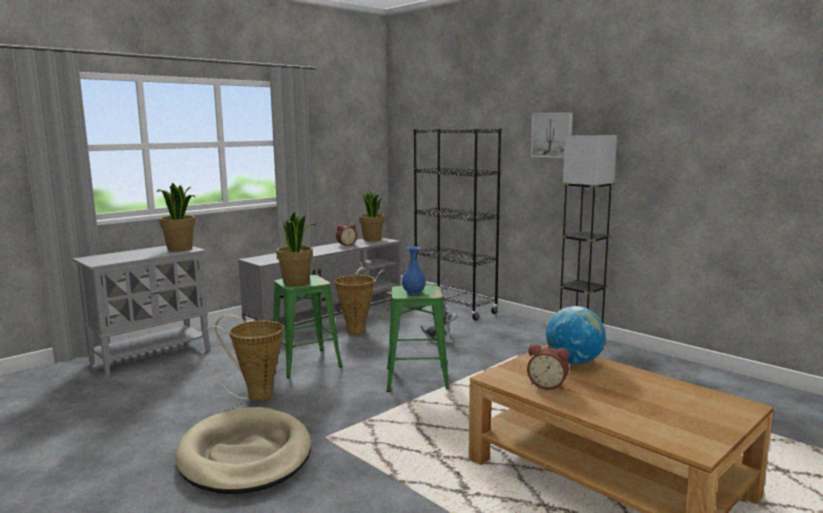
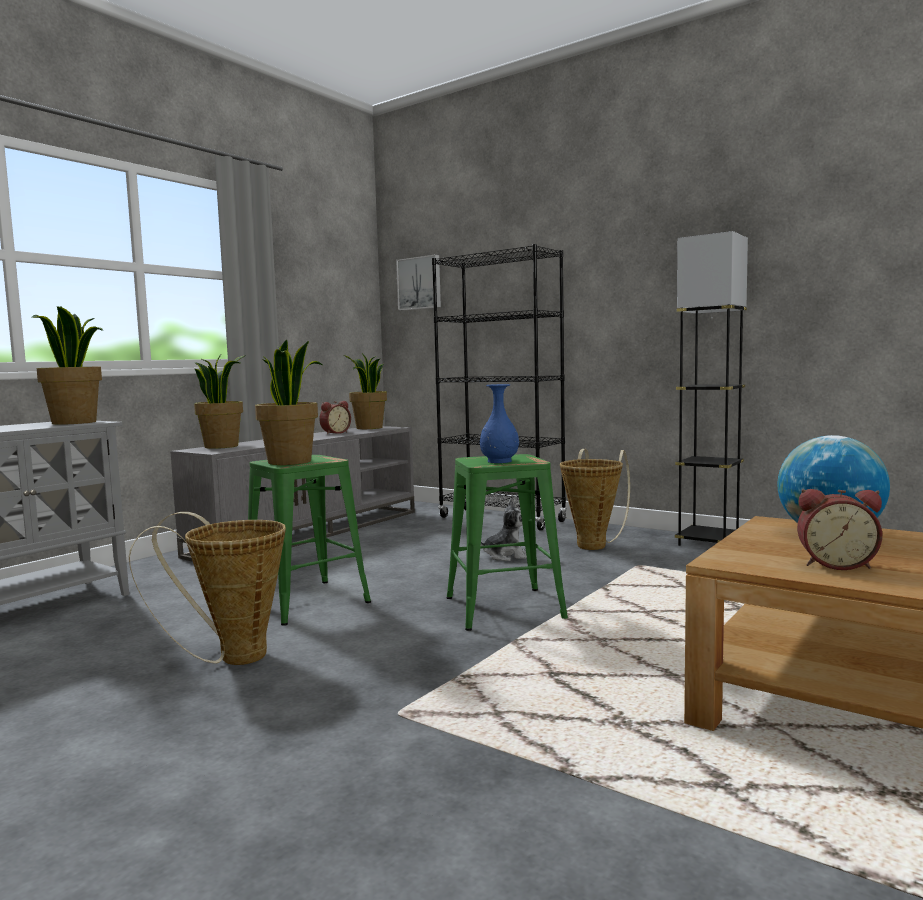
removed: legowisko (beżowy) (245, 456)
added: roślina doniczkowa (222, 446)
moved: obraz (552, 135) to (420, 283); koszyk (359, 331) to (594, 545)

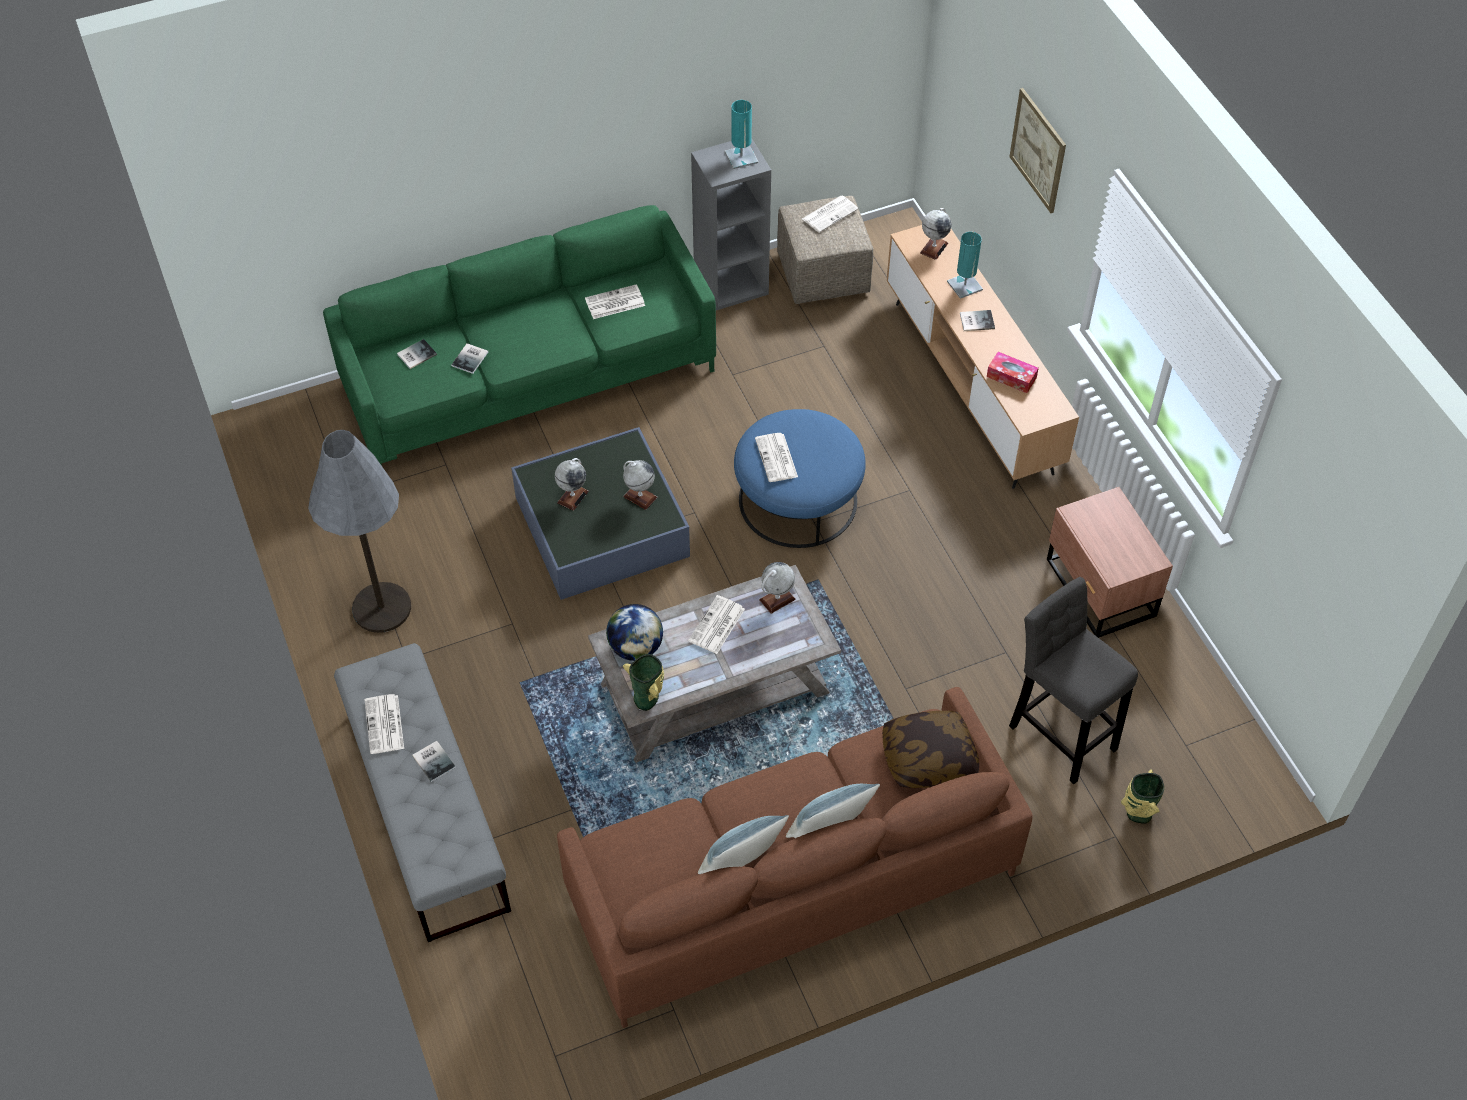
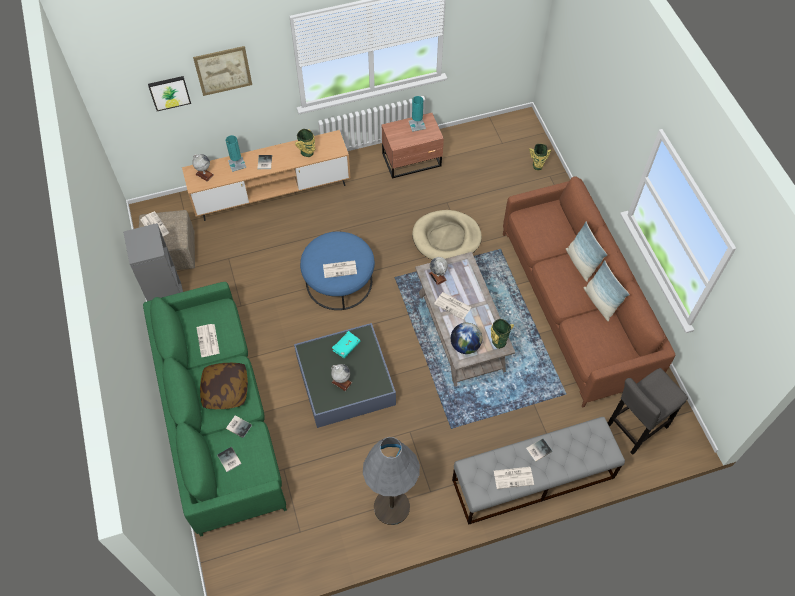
added: obraz (169, 92); legowisko (beżowy) (446, 238)
moved: lampa stołowa (turkusowy) (741, 157) to (417, 125); stołek (szary) (1059, 732) to (635, 428); poduszka (928, 758) to (225, 390)
replaced: pudełko chusteczek (1011, 377) to wazon (307, 153); globus (640, 497) to książka (turkusowy) (346, 346)

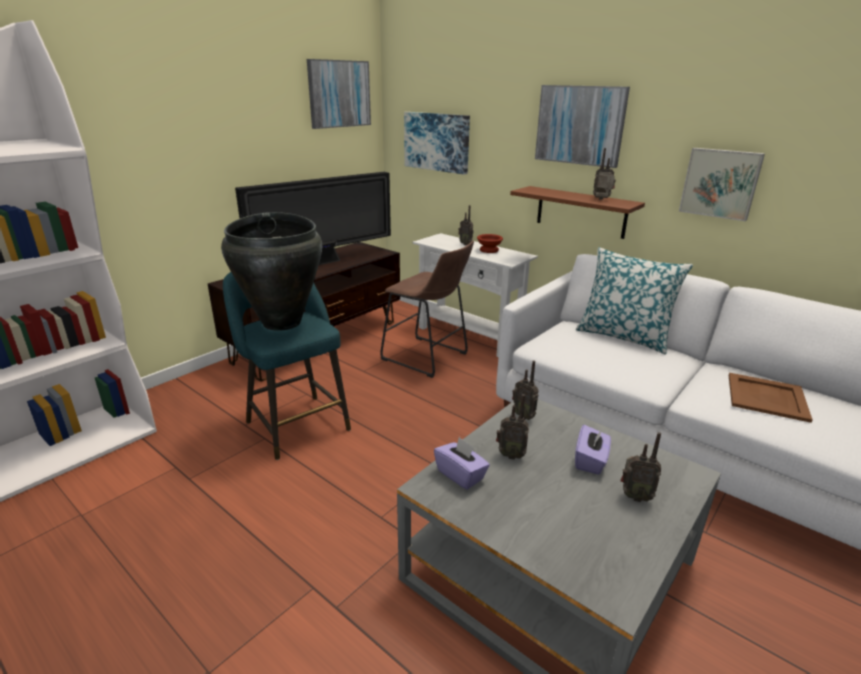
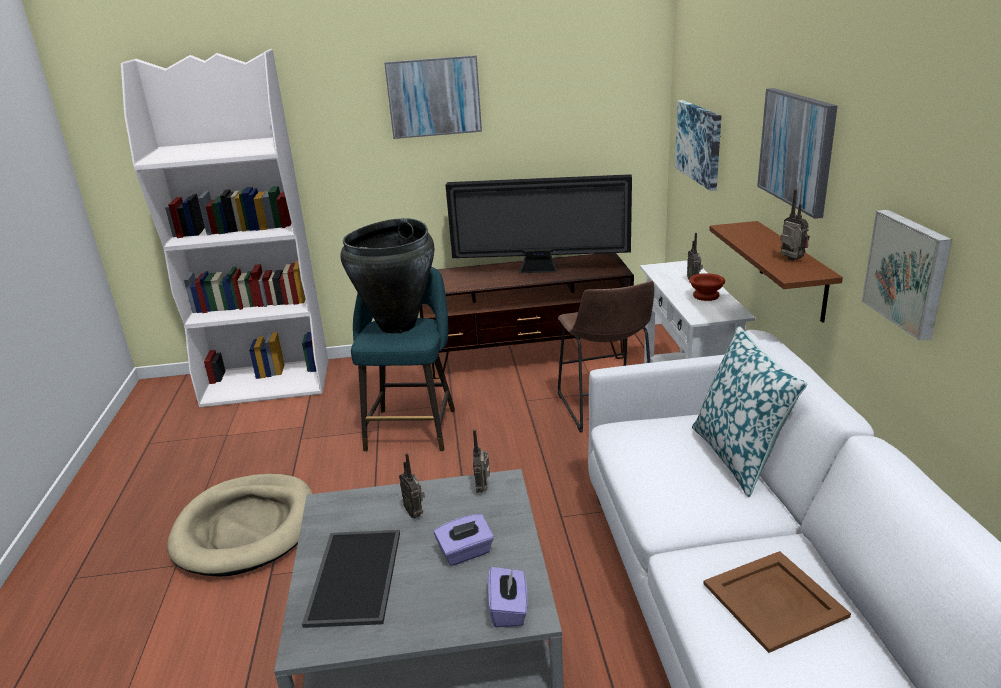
removed: radio (634, 496)
added: legowisko (beżowy) (246, 528); taca (353, 576)
moved: obraz (339, 94) to (434, 97); pudełko chusteczek (fioletowy) (461, 475) to (509, 609)

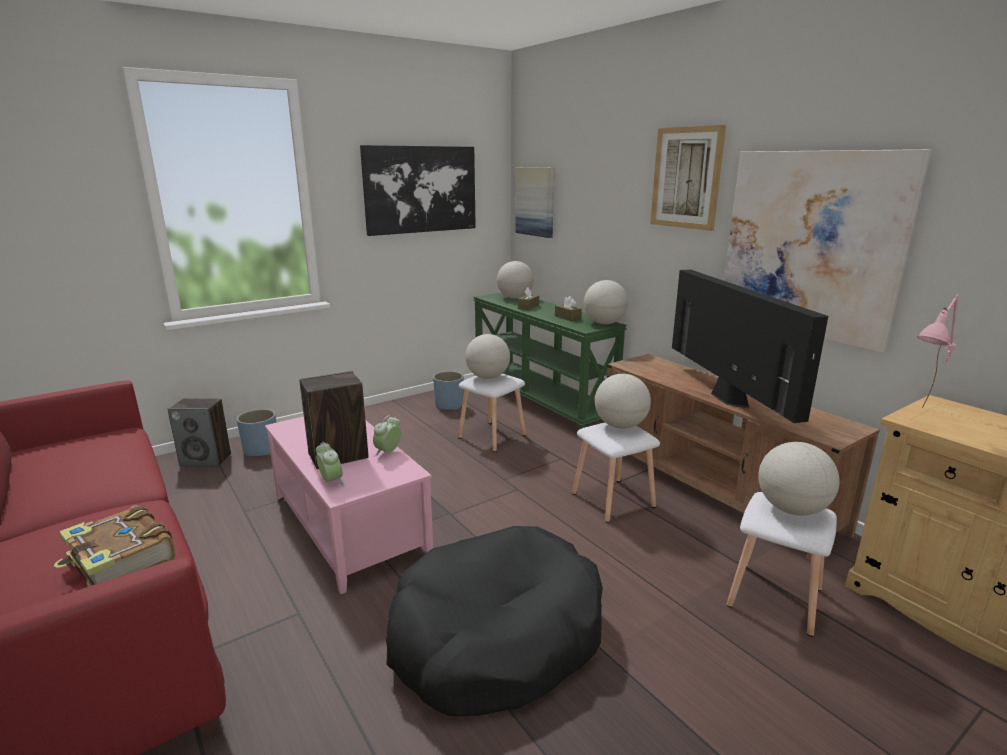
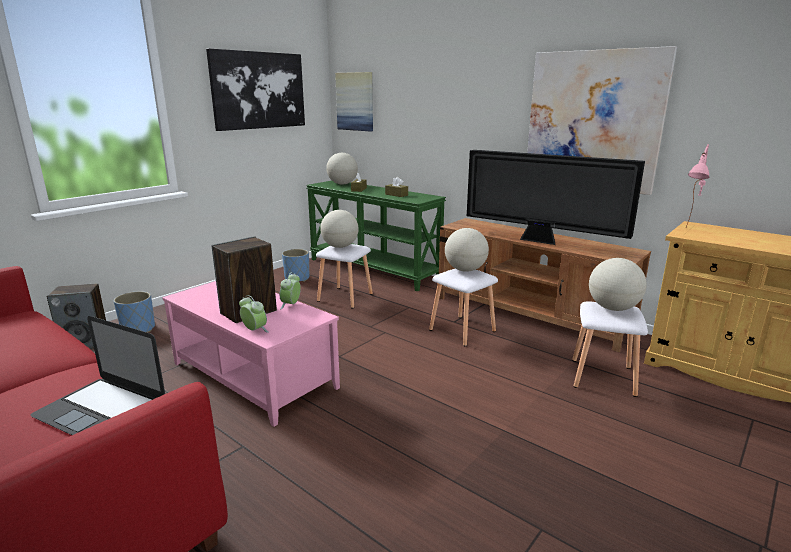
removed: obraz (686, 178); globus (604, 323); legowisko (czarny) (496, 637)
replaced: książka (121, 562) to laptop (101, 409)
turned: telewizor (727, 398) = (541, 241) 150 degrees clockwise

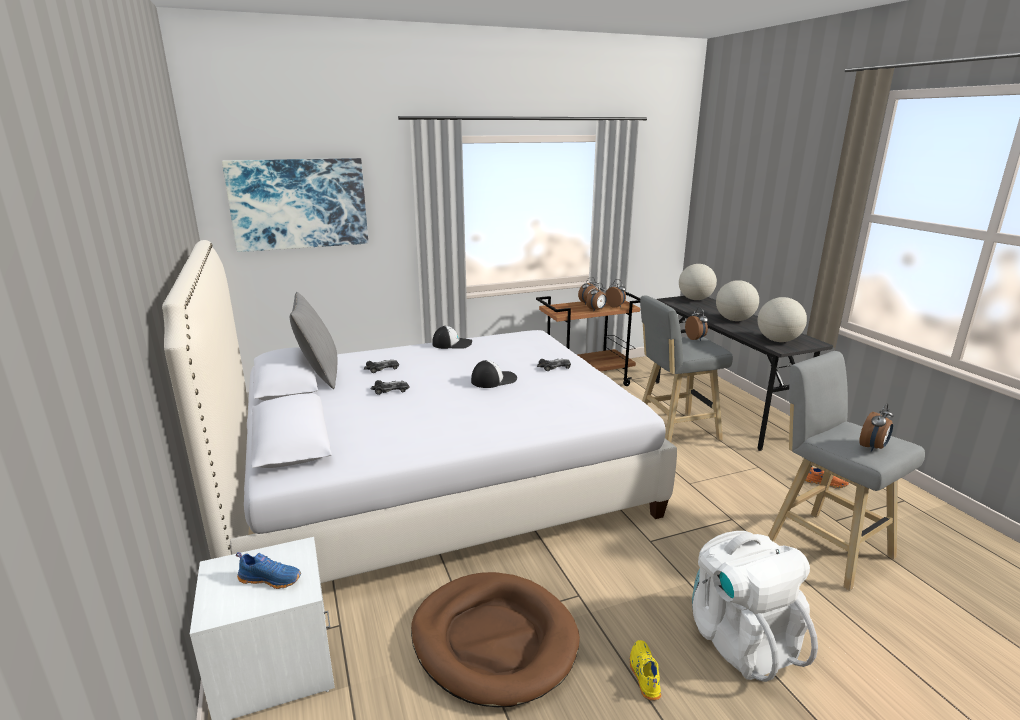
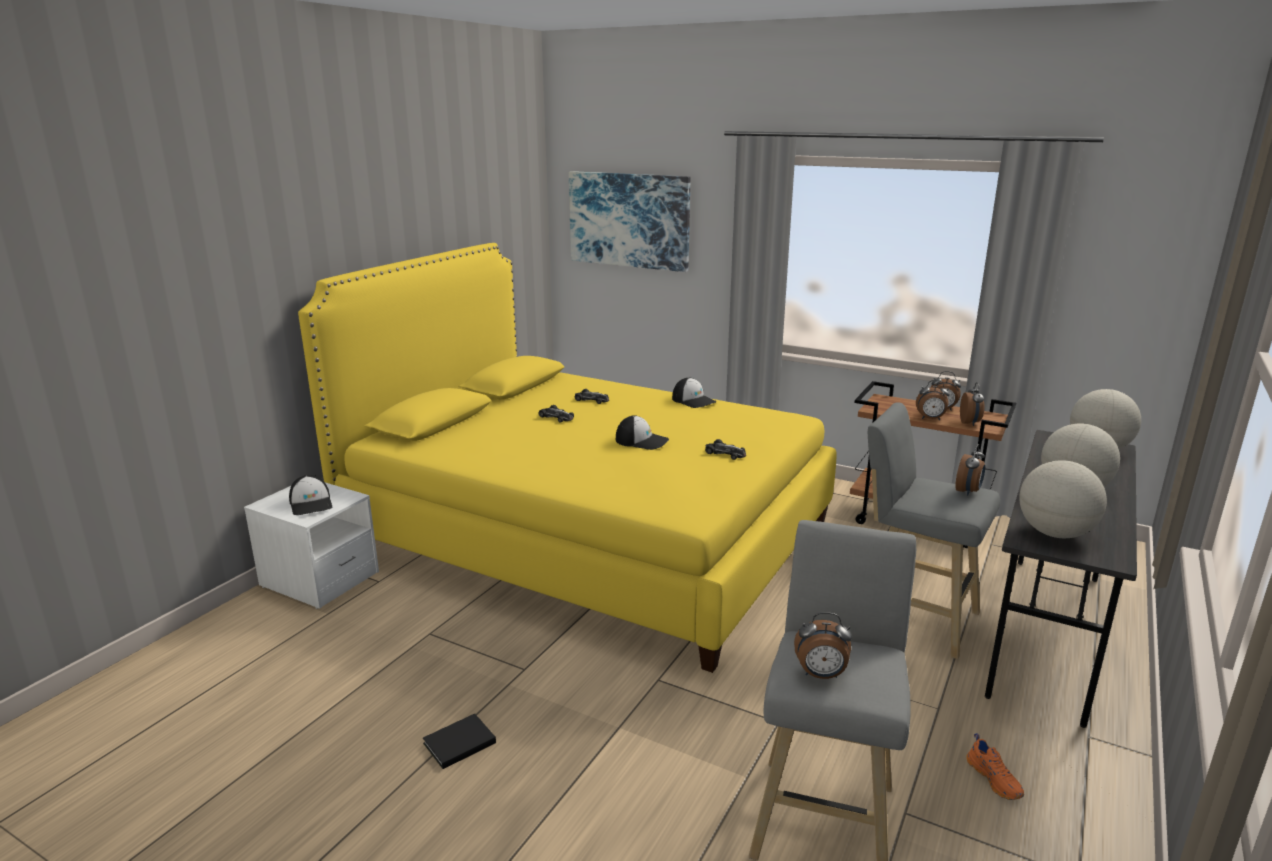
removed: poduszka (szary) (319, 374); plecak (biały) (740, 639); legowisko (brązowy) (494, 640)
replaced: but (niebieski) (271, 579) to czapka z daszkiem (311, 503); but (żółty) (643, 675) to książka (czarny) (457, 743)
recoloured: łóżko (biały) (433, 484) to łóżko (żółty) (587, 534)

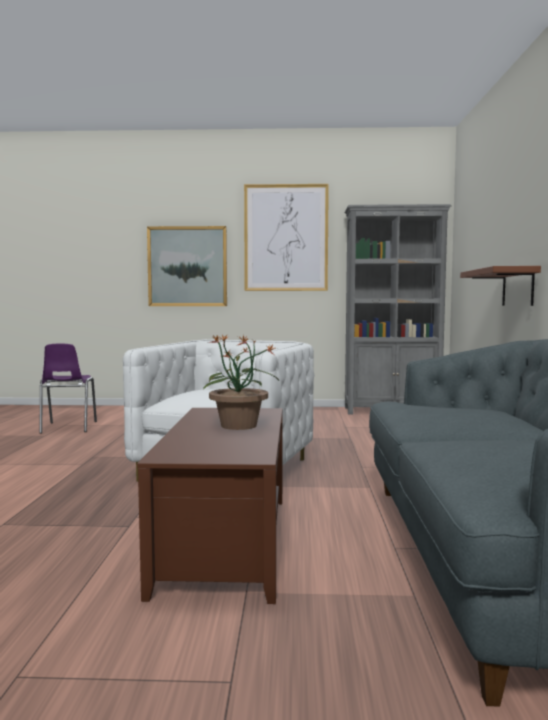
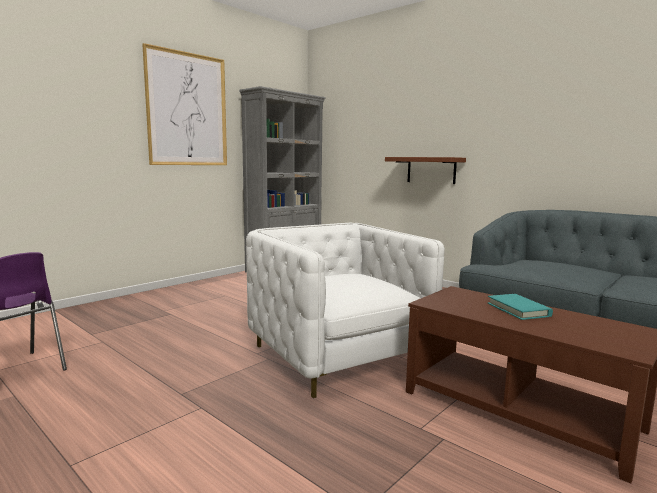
removed: obraz (187, 266)
replaced: roślina doniczkowa (239, 426) to książka (turkusowy) (518, 310)

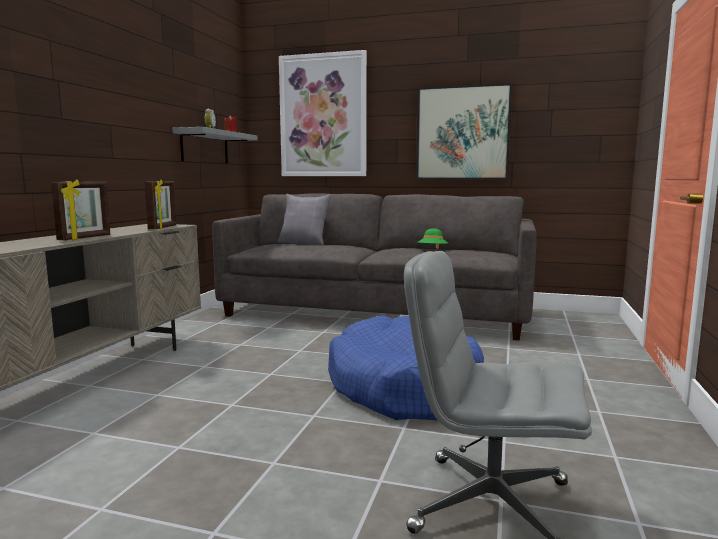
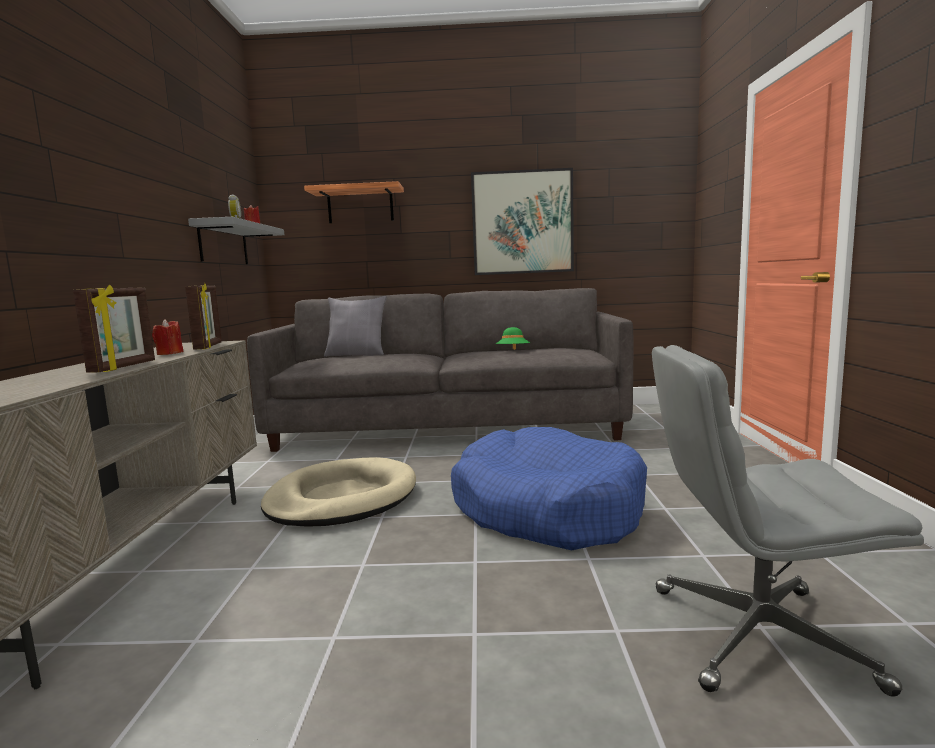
added: świeca (czerwony) (170, 353); legowisko (beżowy) (341, 498)
replaced: obraz (323, 116) to półka (360, 205)

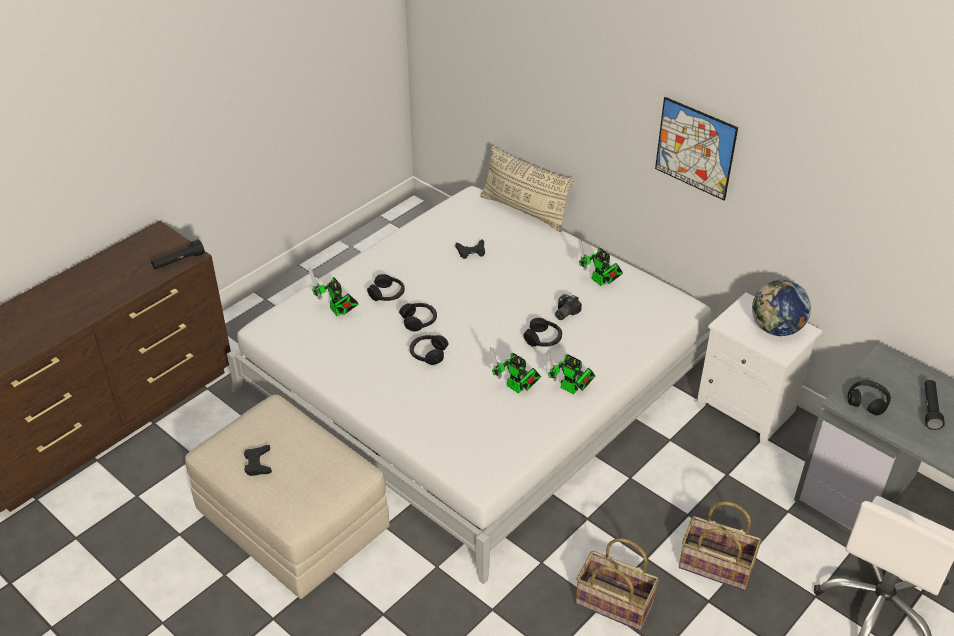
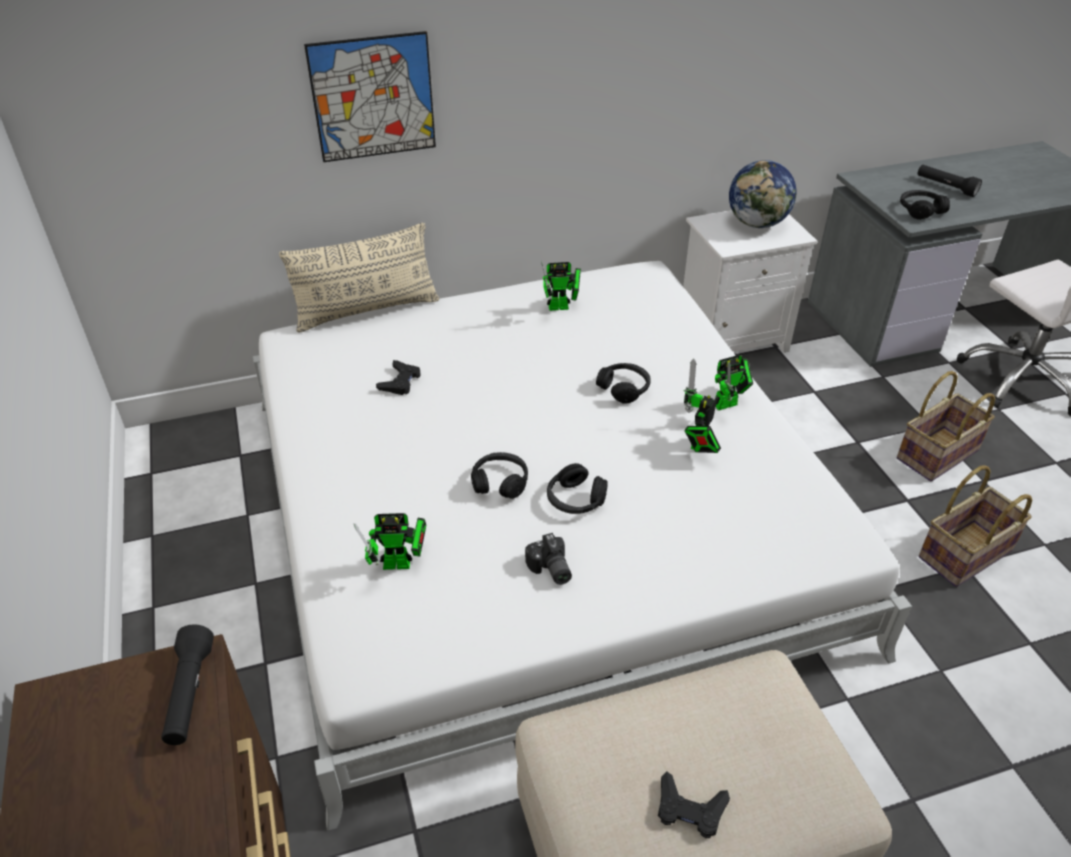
removed: słuchawki (czarny) (387, 294)
moved: obraz (695, 148) to (373, 97); aparat fotograficzny (564, 312) to (549, 570)
turned: robot zabawkowy (517, 389) = (698, 446) 135 degrees clockwise

